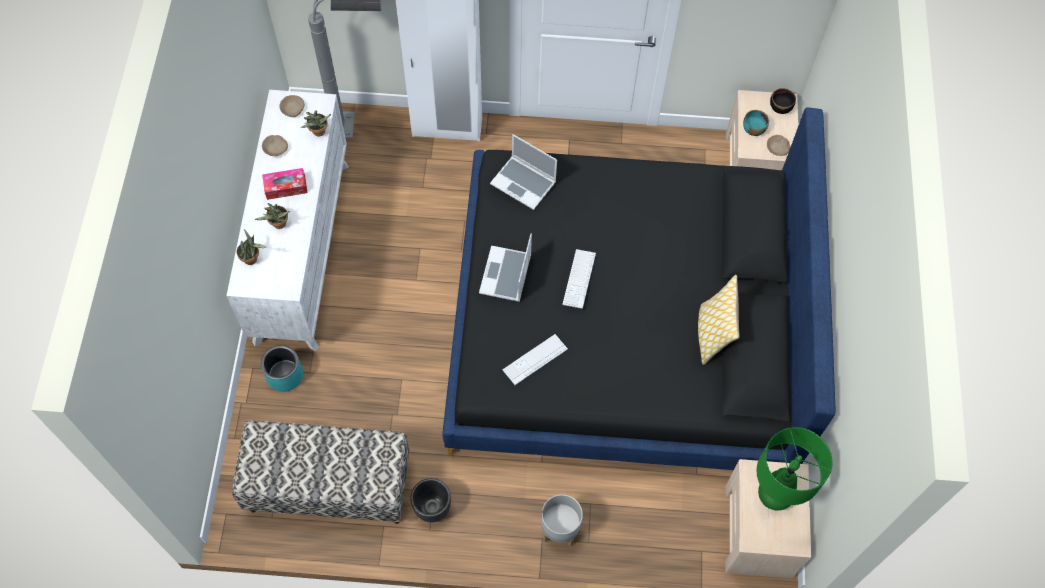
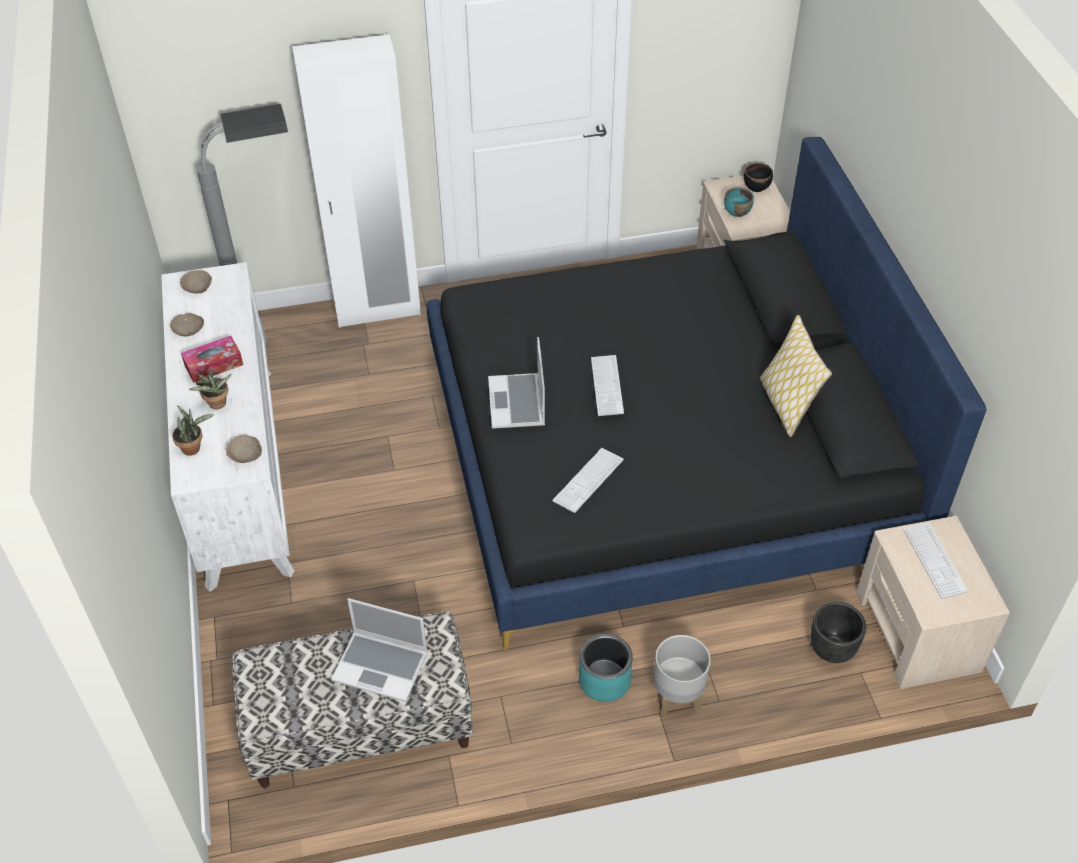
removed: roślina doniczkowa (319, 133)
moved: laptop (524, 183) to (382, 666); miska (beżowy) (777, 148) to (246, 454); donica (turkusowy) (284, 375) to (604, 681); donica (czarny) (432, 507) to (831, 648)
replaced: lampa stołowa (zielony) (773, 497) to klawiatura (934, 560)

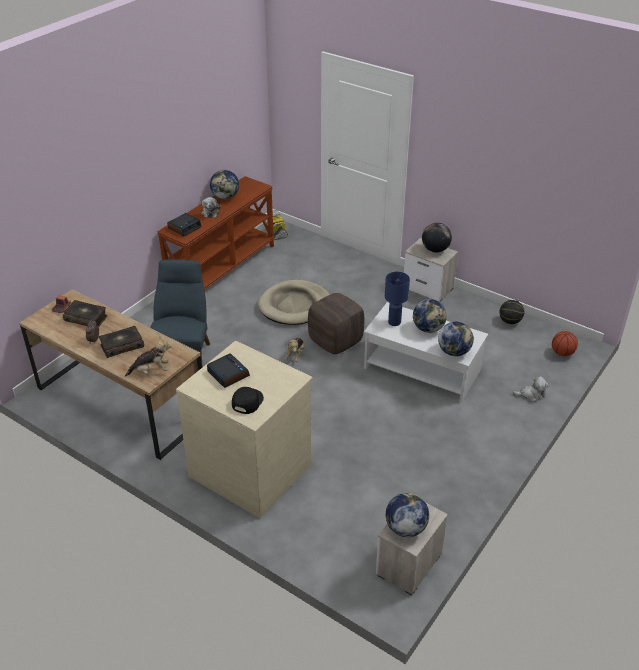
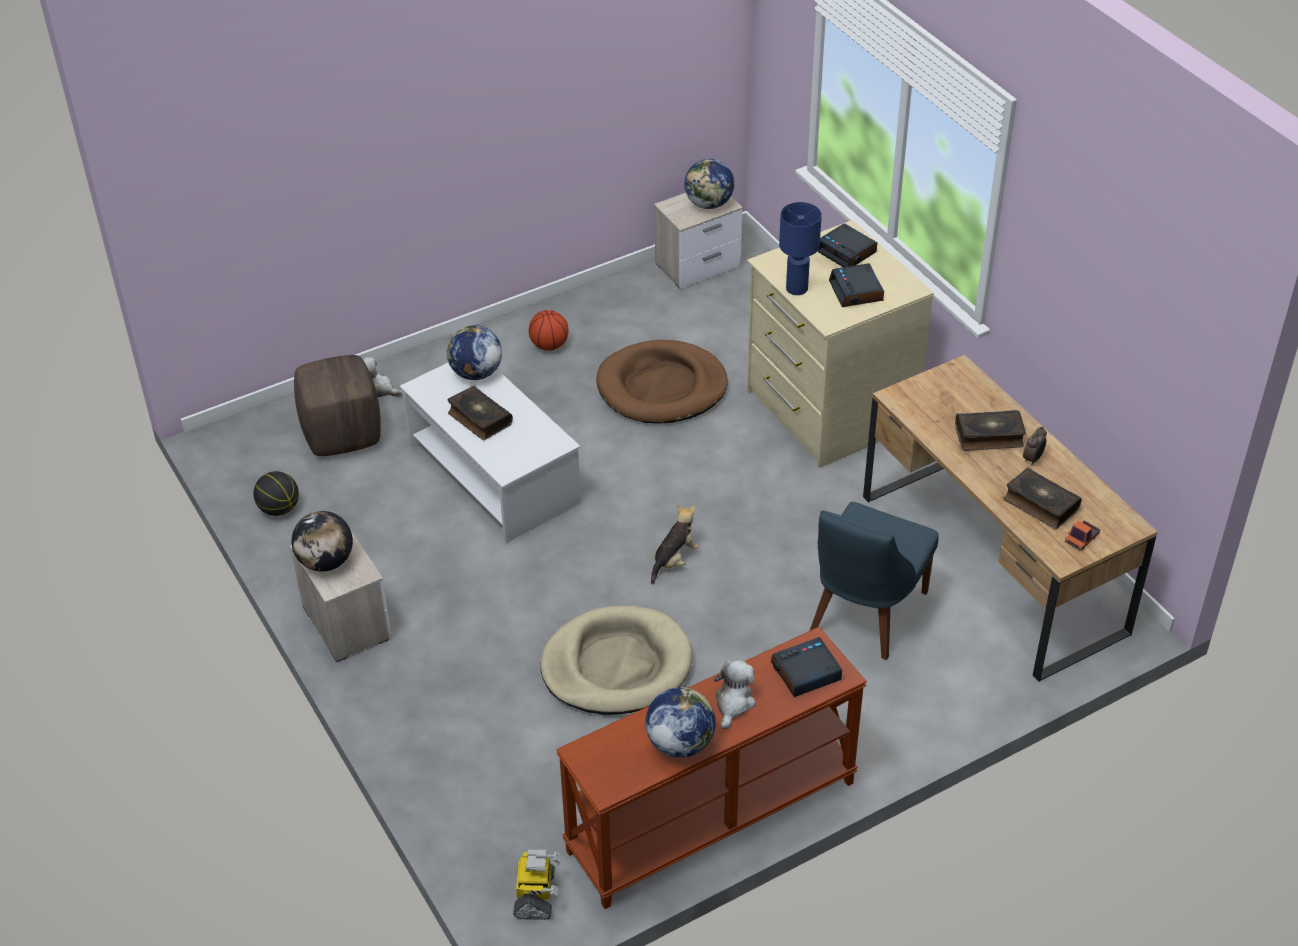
removed: pluszak (151, 371)
added: legowisko (brązowy) (662, 387)
moved: lampa stołowa (niebieski) (394, 322) to (796, 288); pufa (brązowy) (335, 341) to (342, 434); piłka do koszykówki (562, 353) to (549, 345)
replaced: globus (428, 328) to książka (479, 419); czapka z daszkiem (czarny) (247, 401) to budzik (847, 252)

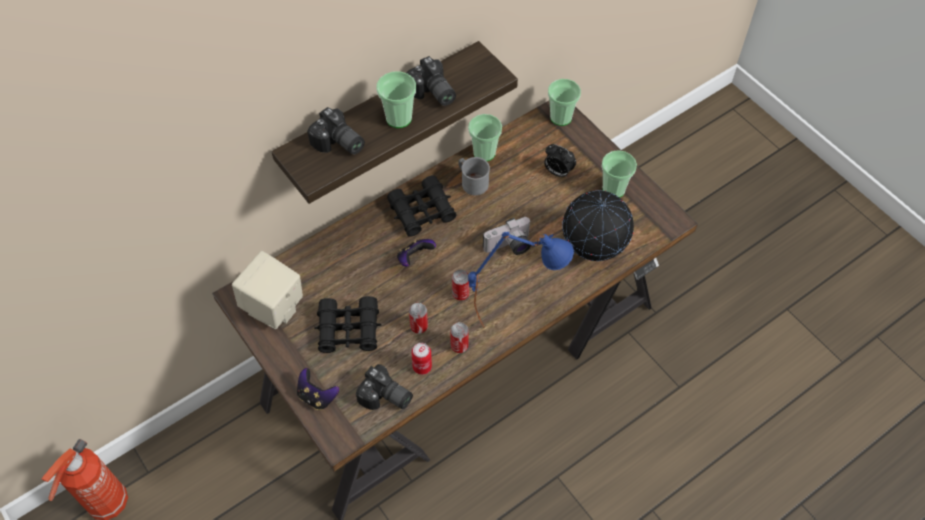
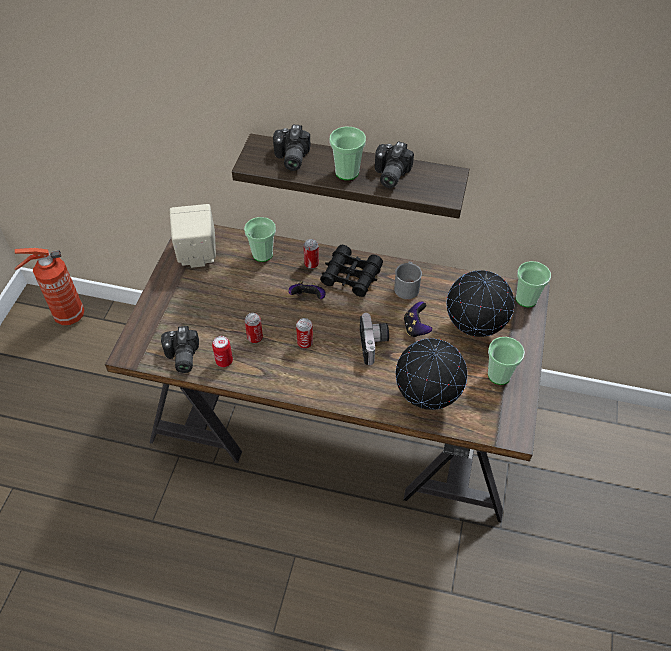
removed: lampa stołowa (niebieski) (515, 314); lornetka (czarny) (349, 330)
moved: filiżanka (484, 153) to (262, 254); puszka (459, 346) to (311, 264); pad do gier (317, 396) to (416, 328)
replaced: budzik (557, 172) to globus (473, 329)
turned: aparat fotograficzny (509, 247) = (374, 345) 120 degrees counterclockwise

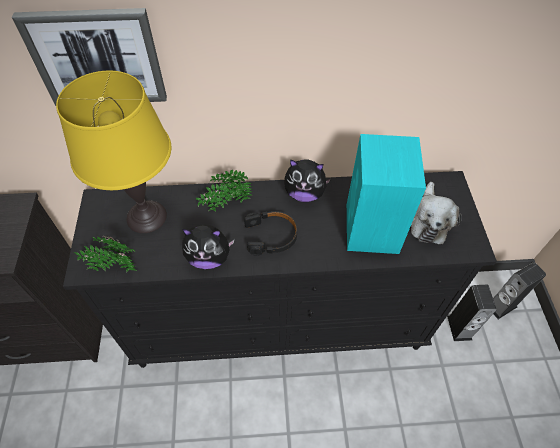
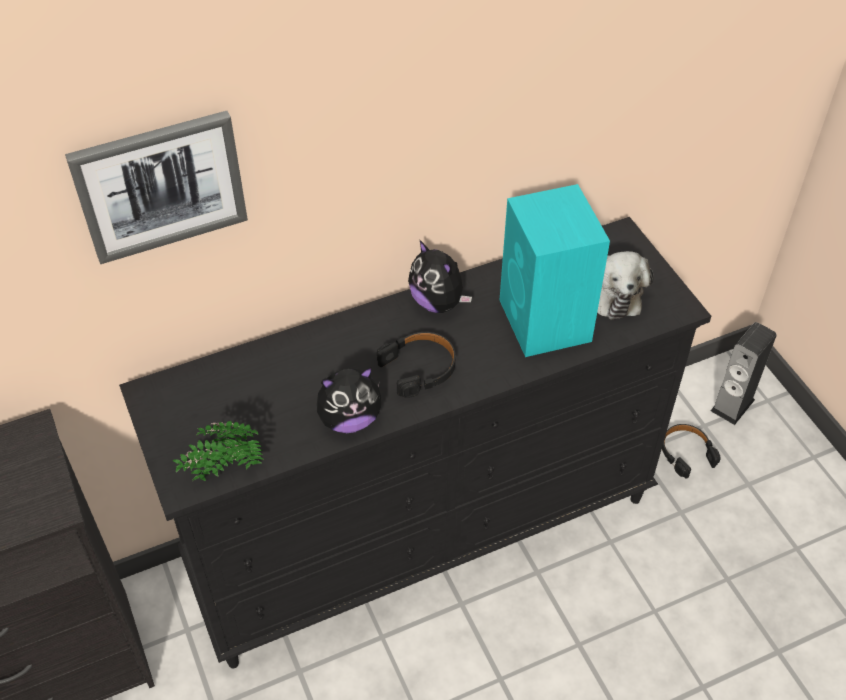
removed: lampa stołowa (żółty) (147, 216); roślina doniczkowa (226, 204)
replaced: głośnik (459, 327) to słuchawki (czarny) (686, 453)
turned: pluszak (304, 194) = (438, 302) 60 degrees clockwise

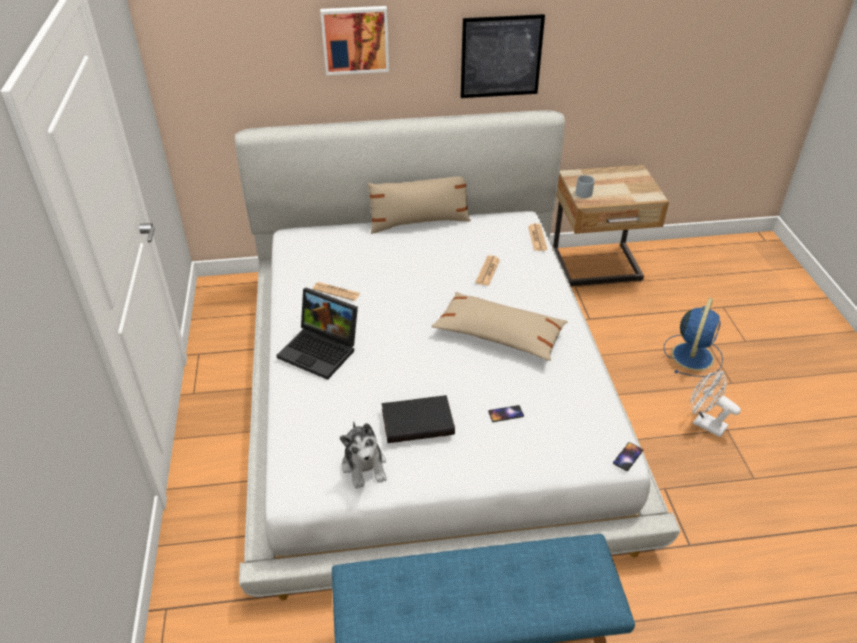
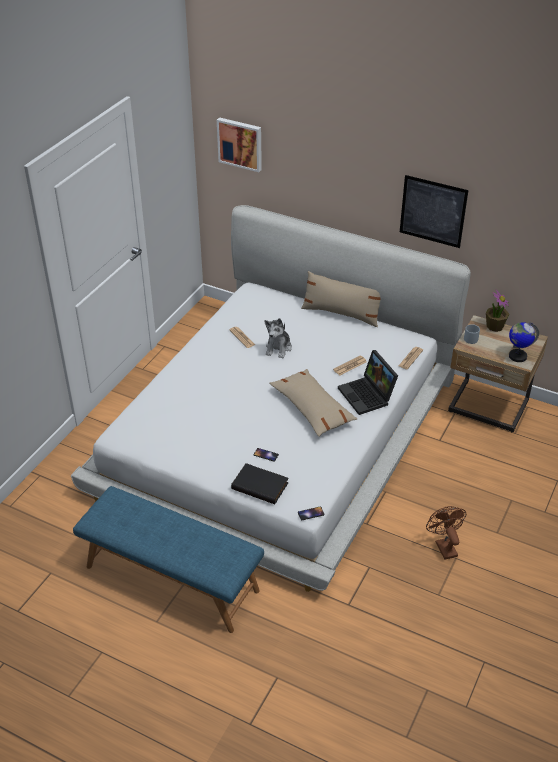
removed: wentylator (niebieski) (692, 355)
added: roślina doniczkowa (494, 326); globus (517, 356)
moved: obraz (355, 39) to (240, 143); laptop (321, 350) to (368, 396); książka (czarny) (418, 421) to (261, 485); pluszak (364, 466) to (278, 348)
recoloured: wentylator (biały) (704, 423) to wentylator (brązowy) (444, 546)

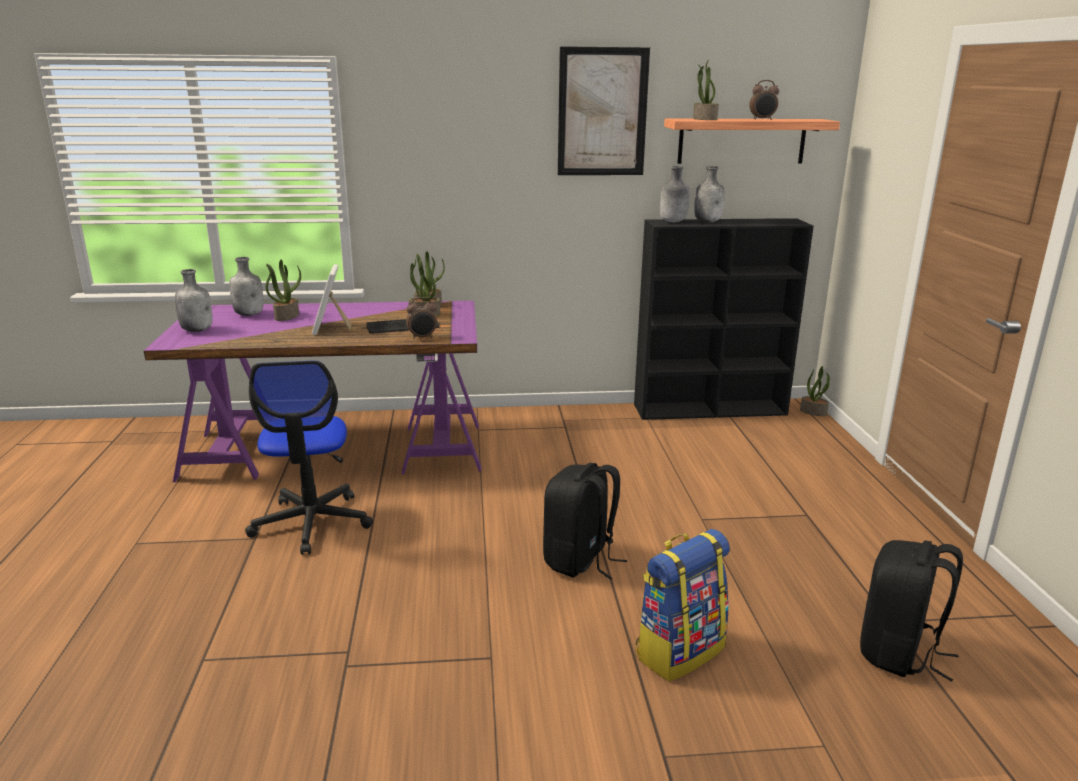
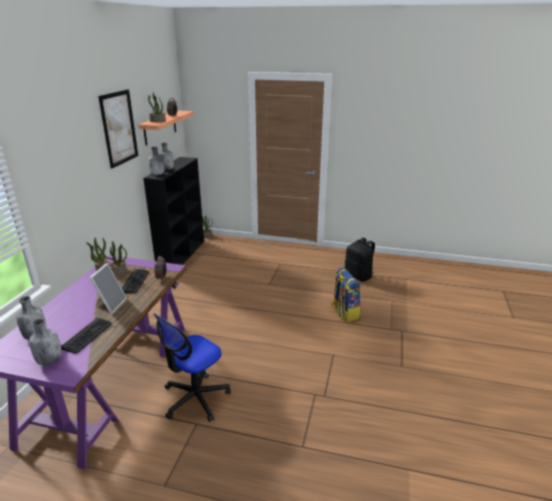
removed: roślina doniczkowa (286, 316); plecak (czarny) (580, 560)
added: klawiatura (87, 335)
turned: ramka na zdjęcie (331, 328) = (110, 305) 90 degrees counterclockwise; krzesło biurowe (311, 523) = (195, 398) 120 degrees clockwise

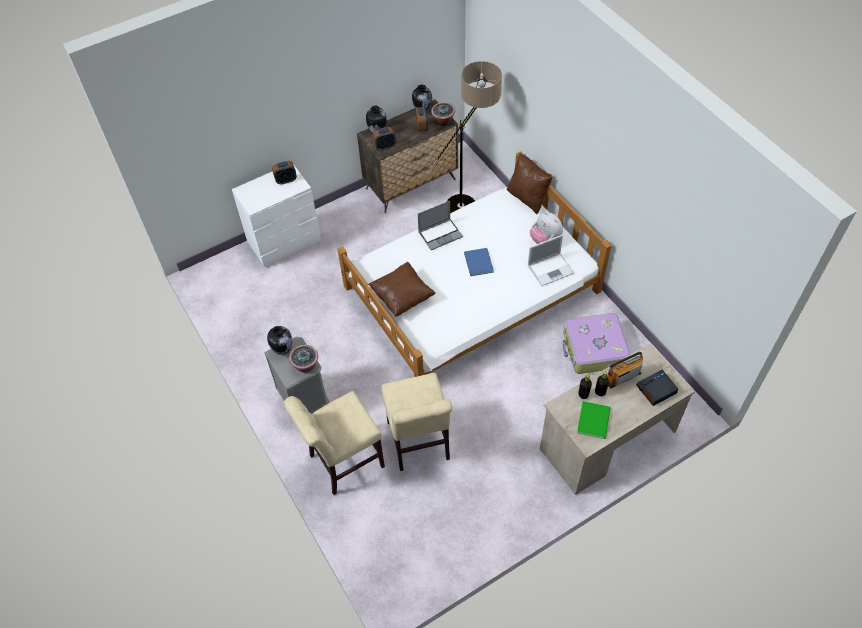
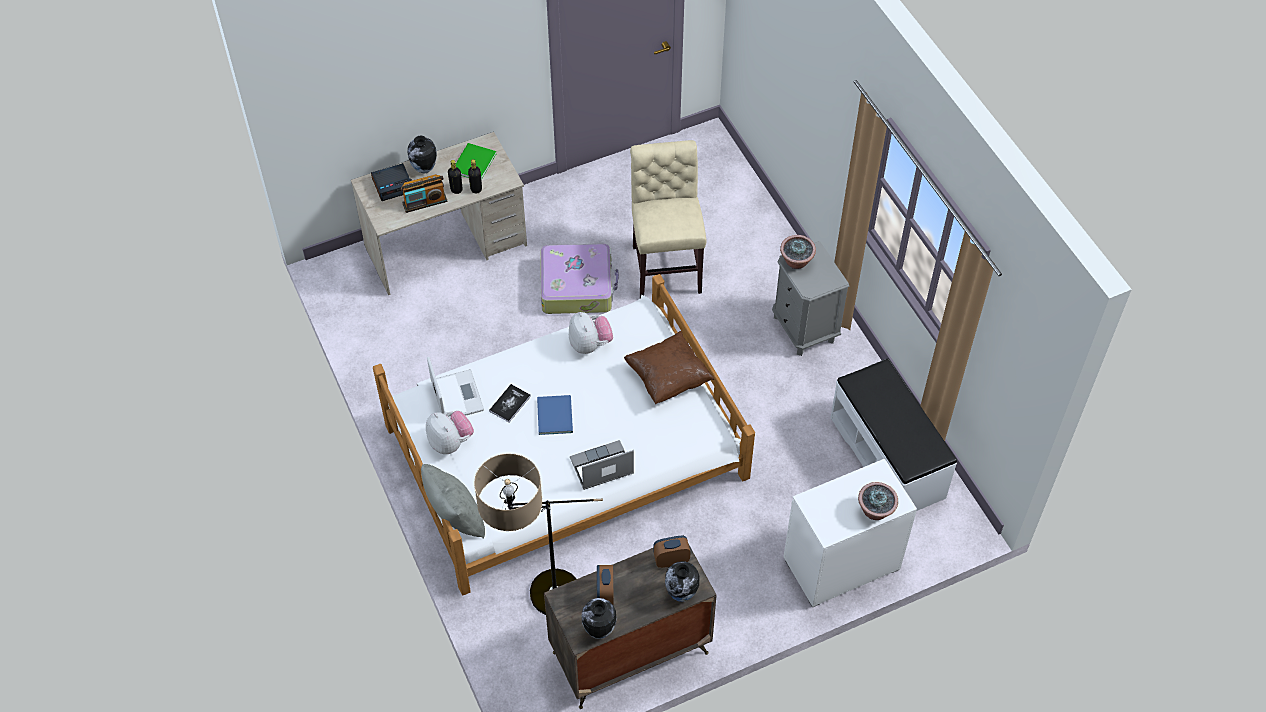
removed: budzik (286, 180); krzesło (beżowy) (343, 462)
added: pluszak (590, 344); ławka (biały) (888, 457); książka (510, 403)
moved: roślina doniczkowa (443, 121) to (875, 511); walizka (594, 349) to (577, 286); wazon (283, 350) to (424, 169)
recoloured: poduszka (brązowy) (527, 197) to poduszka (szary) (455, 518)
turned: laptop (551, 269) = (456, 394) 90 degrees clockwise

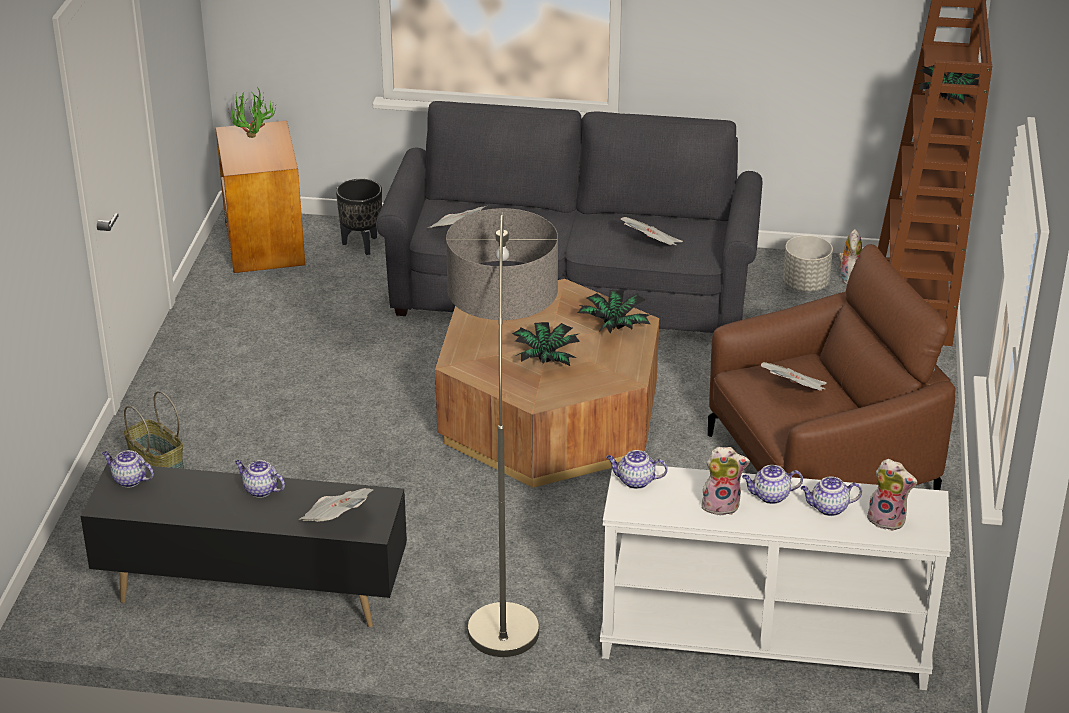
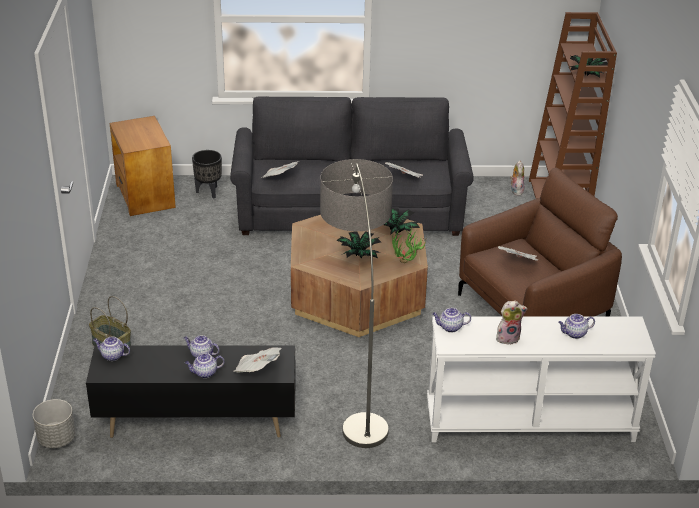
removed: pluszak (888, 519)
moved: roślina doniczkowa (254, 140) to (406, 265); donica (szary) (805, 285) to (56, 439); imbryk (770, 496) to (204, 373)

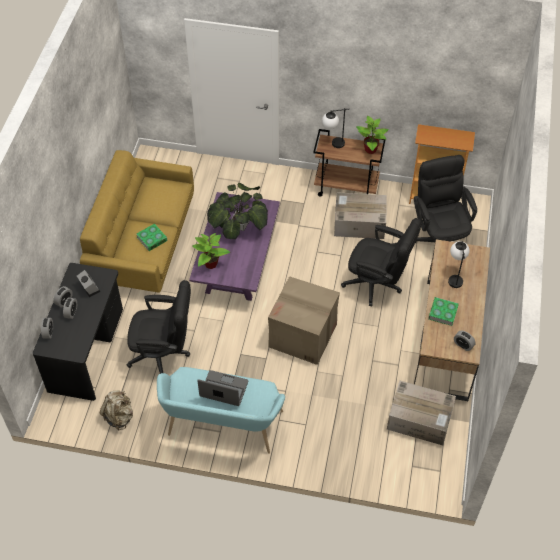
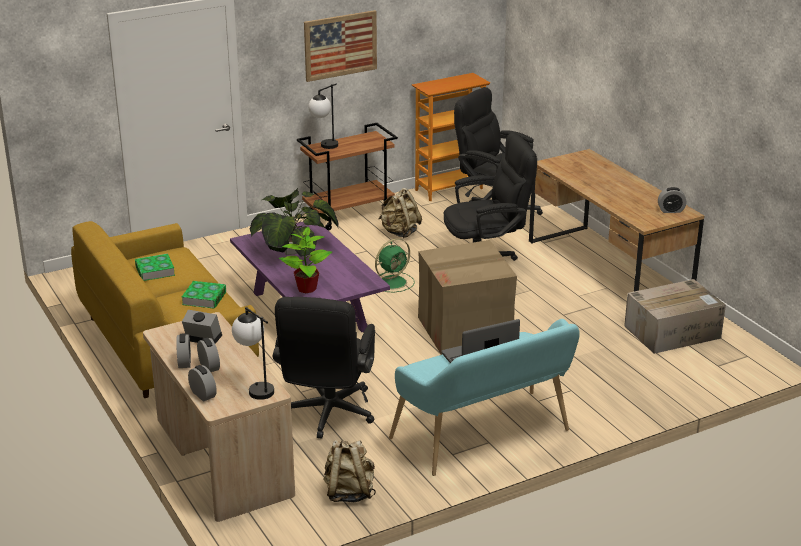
removed: roślina doniczkowa (371, 150)
added: obraz (340, 45); wentylator (zielony) (393, 282)
moved: lampa stołowa (454, 277) to (255, 388); książka (443, 313) to (155, 271)
replaced: karton (358, 223) to plecak (beżowy) (400, 232)
recoloured: biurko (czarny) (87, 350) to biurko (beżowy) (220, 459)
turned: krzesło biurowe (czarny) (164, 354) = (327, 416) 135 degrees clockwise

